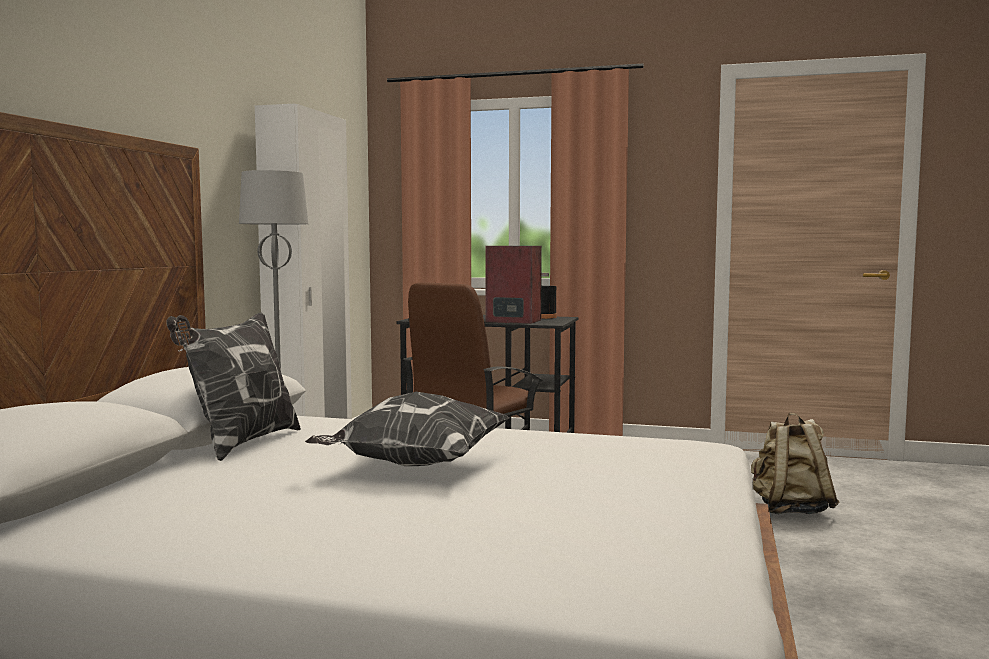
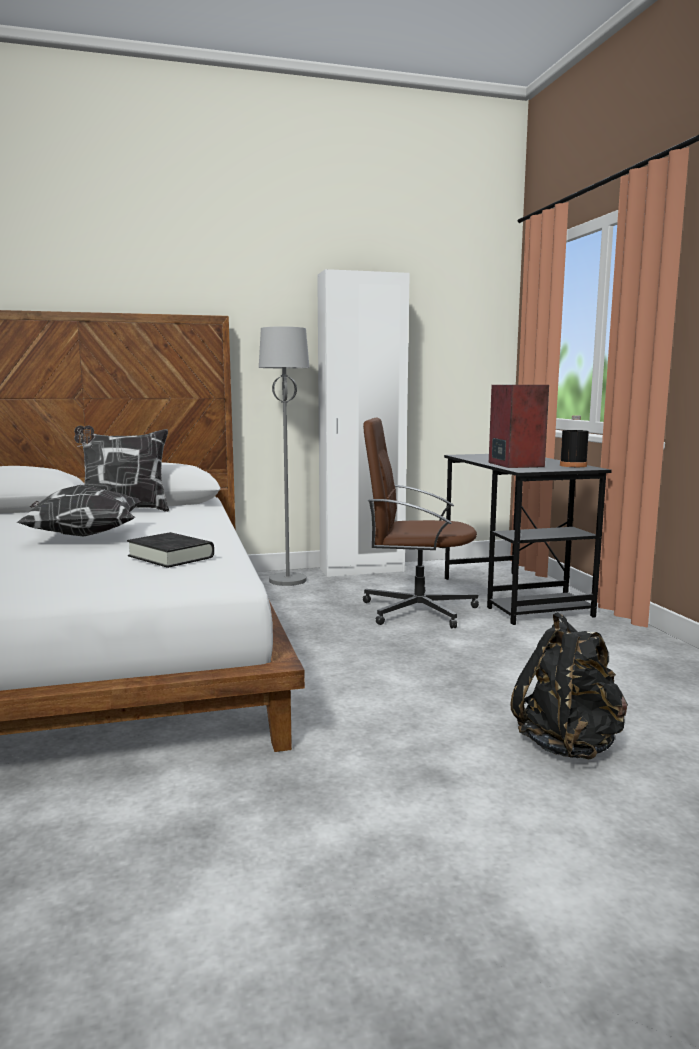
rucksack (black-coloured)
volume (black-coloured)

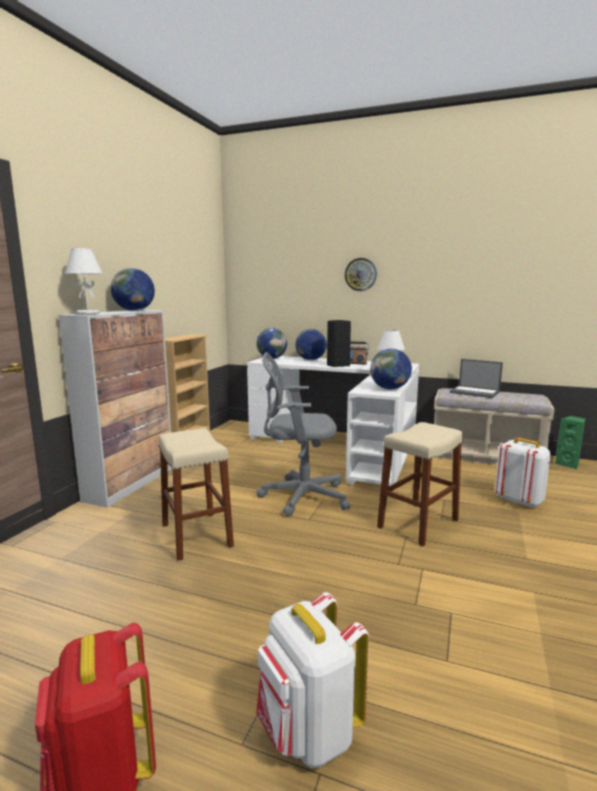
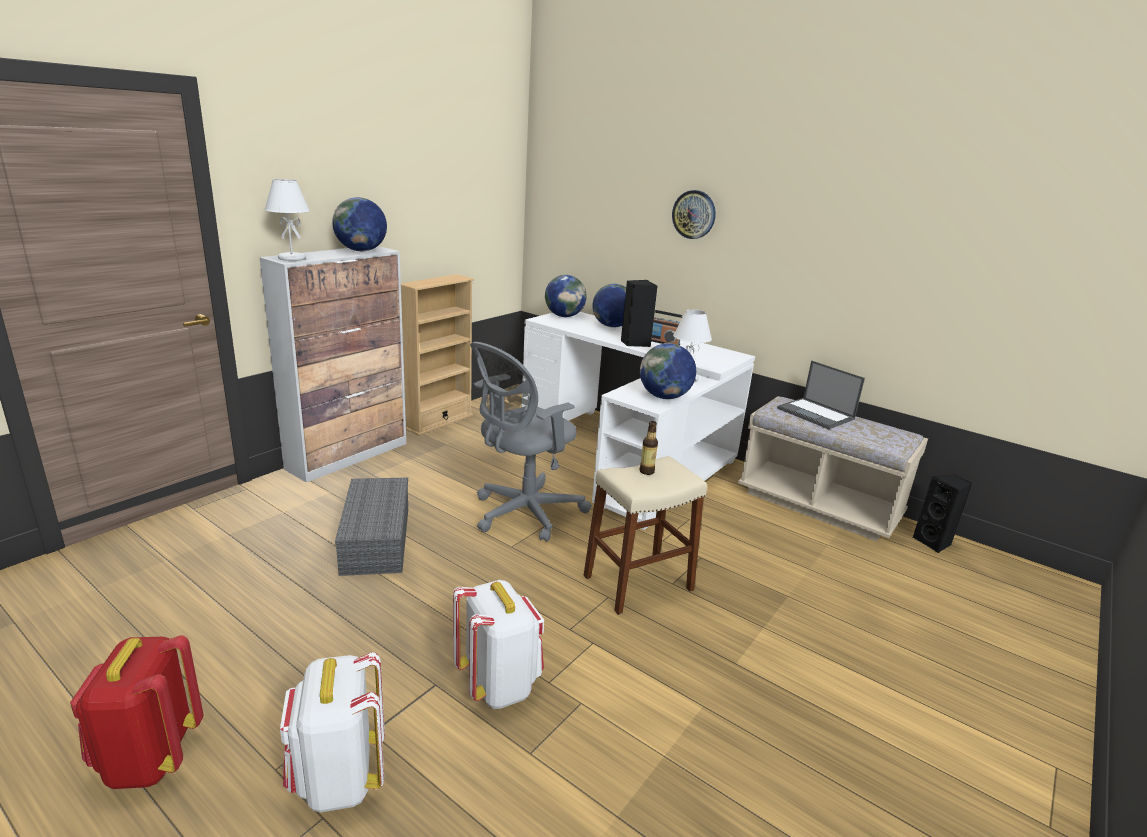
office chair (gray)
audio speaker (black-coloured) (no. 2 from left)
storage bin (gray)
rucksack (white) (no. 2 from left)
drink bottle

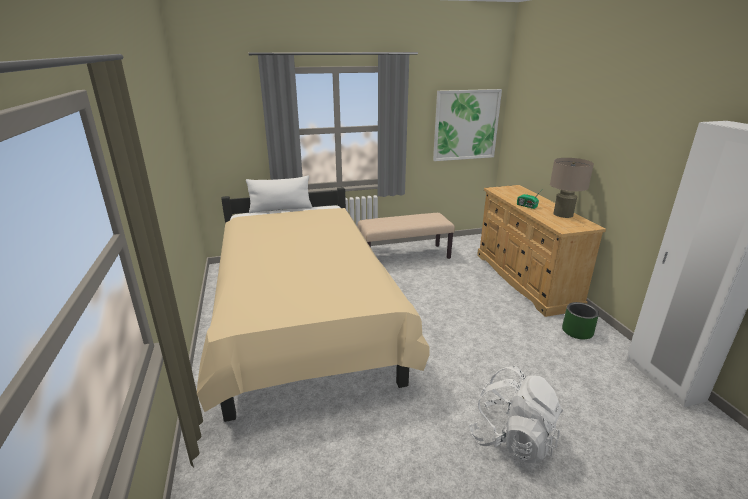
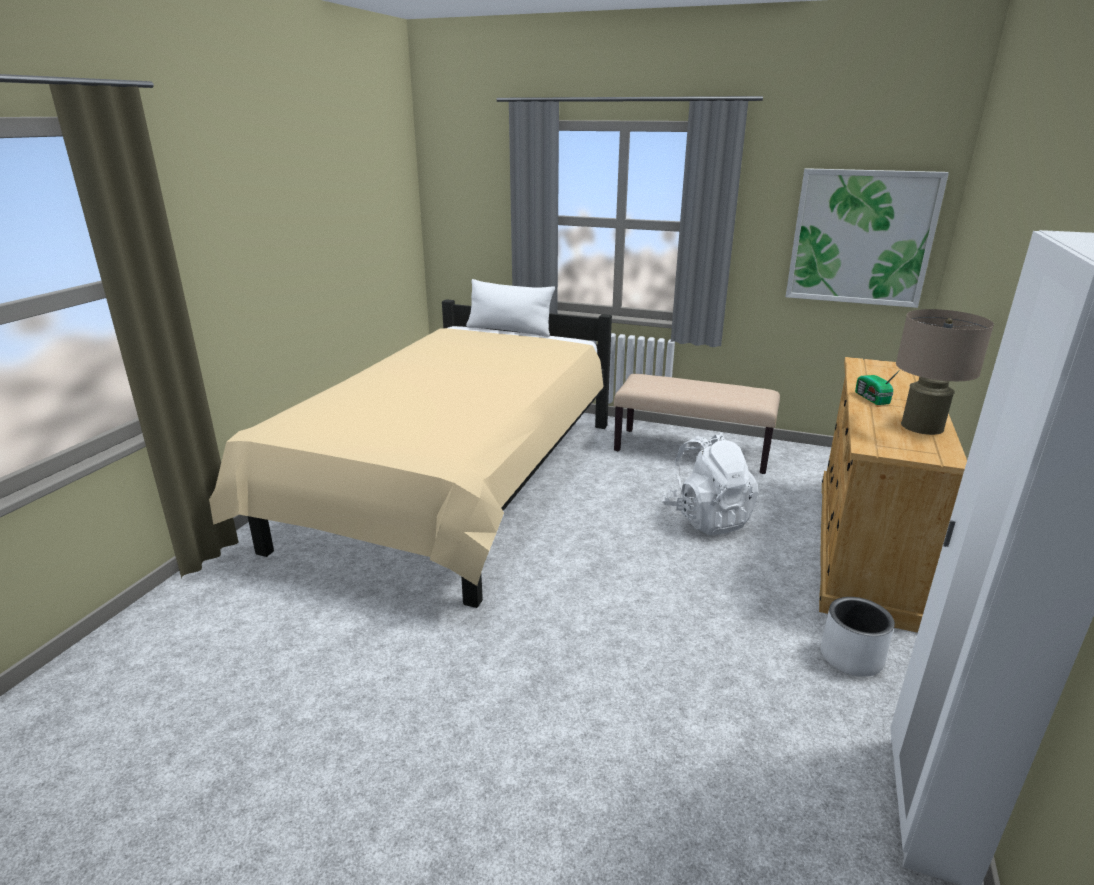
flower pot (white)
rucksack (white)

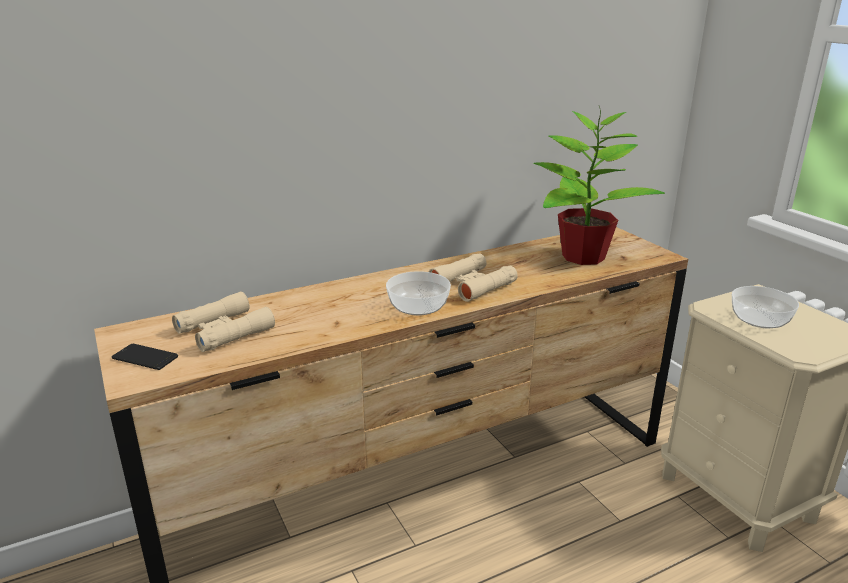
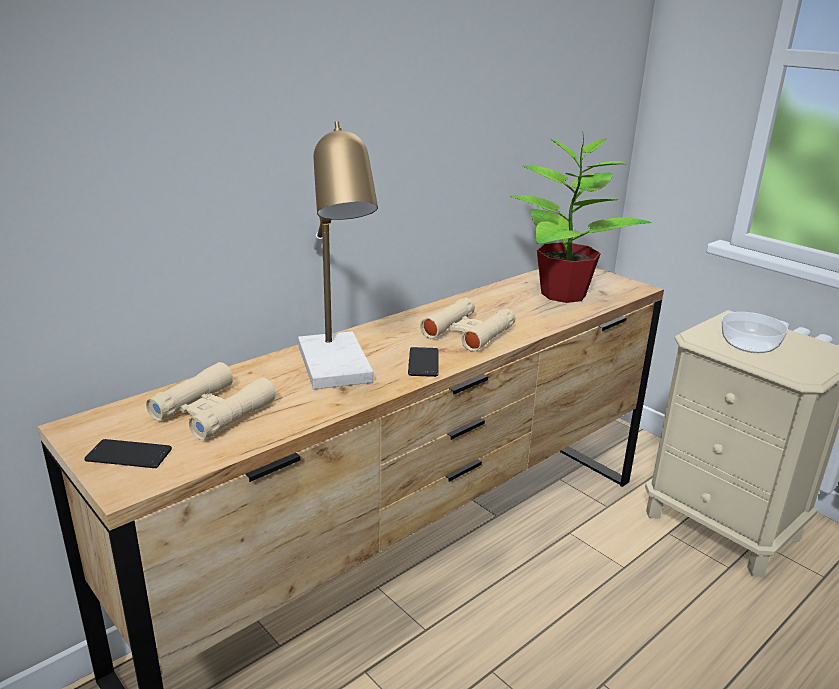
handset (no. 2 from left)
table lamp

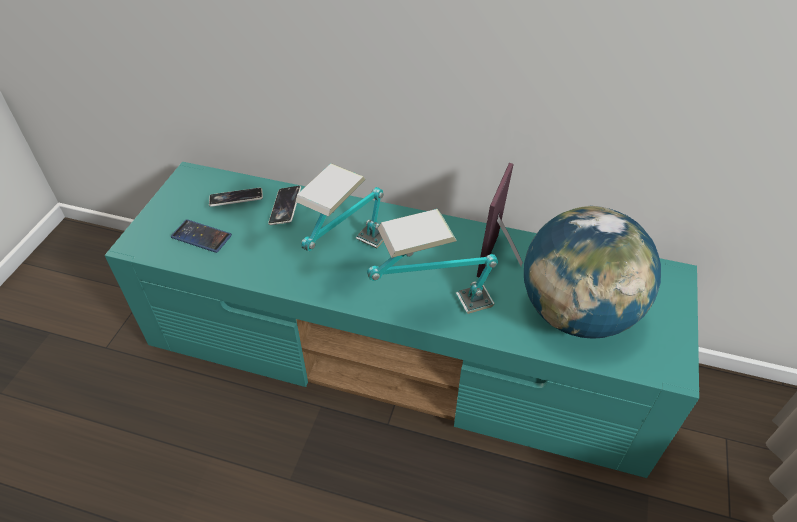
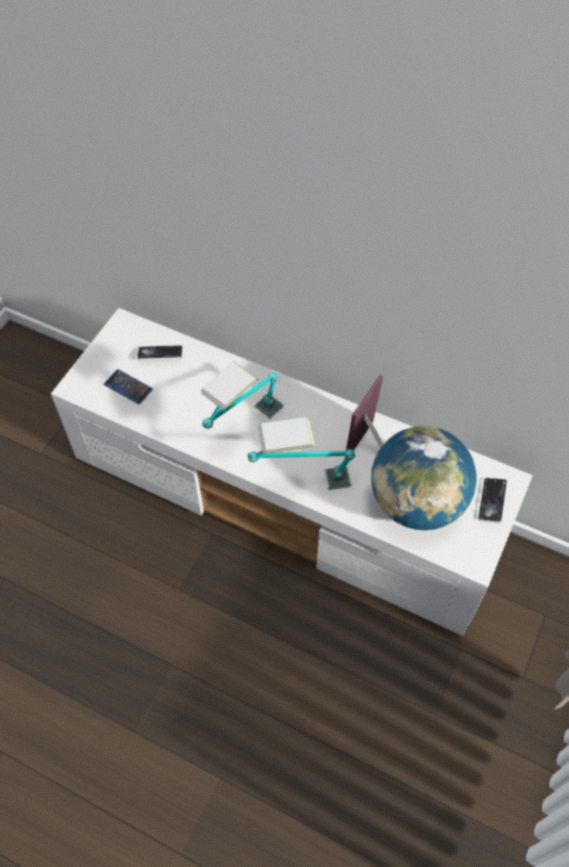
tv stand (white)
handset (no. 3 from left)

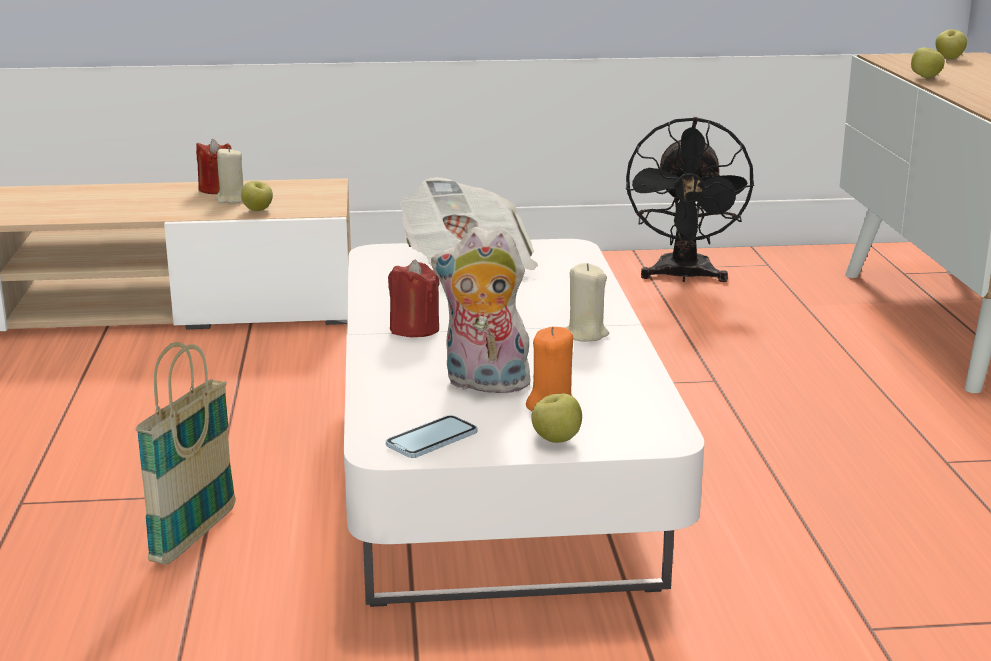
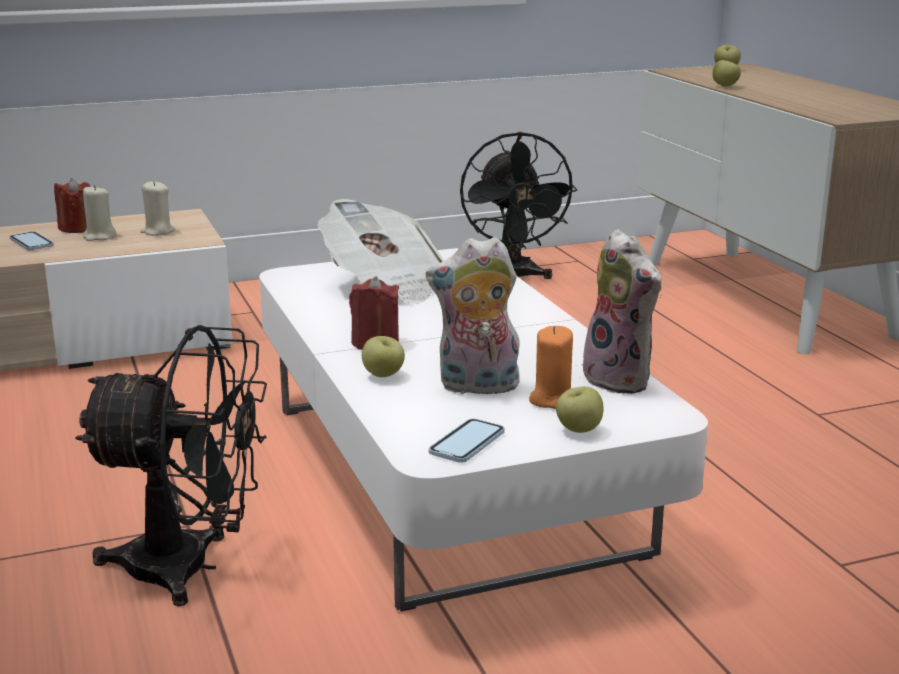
apple (no. 1 from left)
candle (sand-coloured) (no. 2 from left)
fan (black-coloured) (no. 1 from left)
plush toy (no. 2 from left)
handset (no. 1 from left)

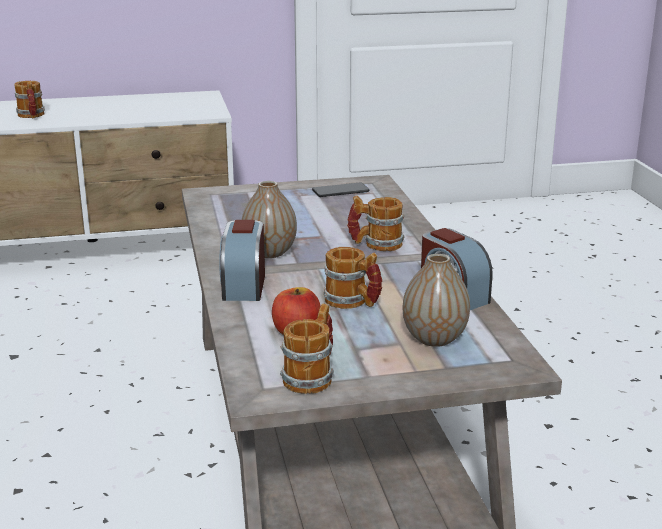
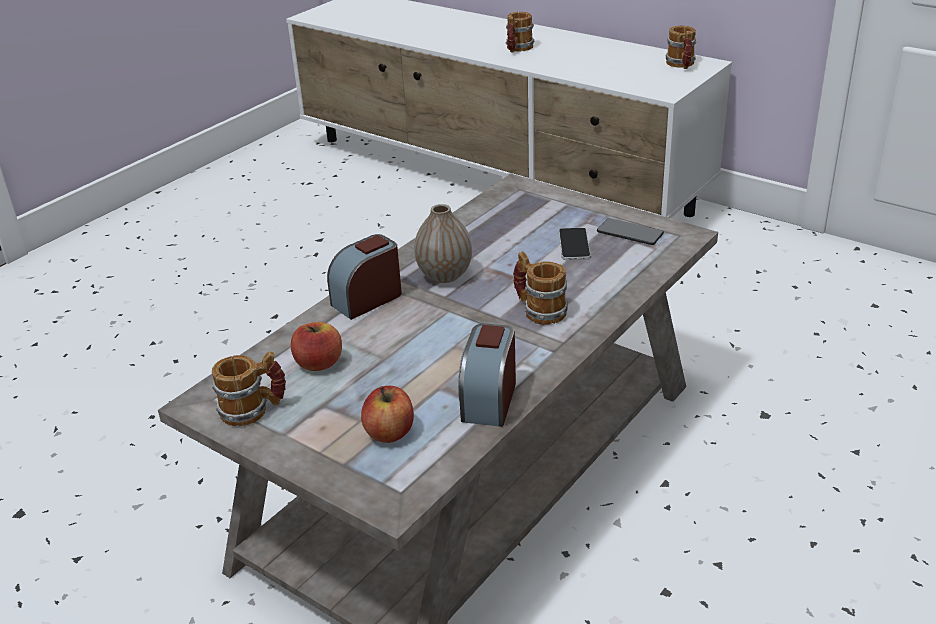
mug (no. 4 from left)
apple (no. 2 from left)
handset (no. 1 from left)

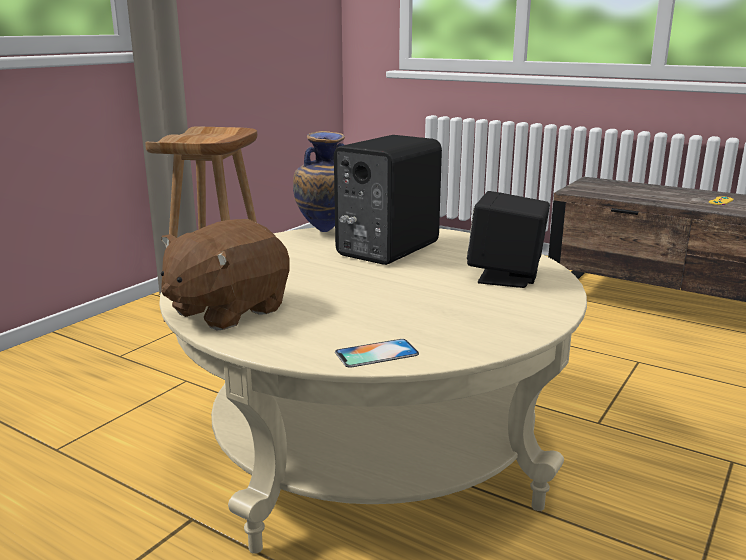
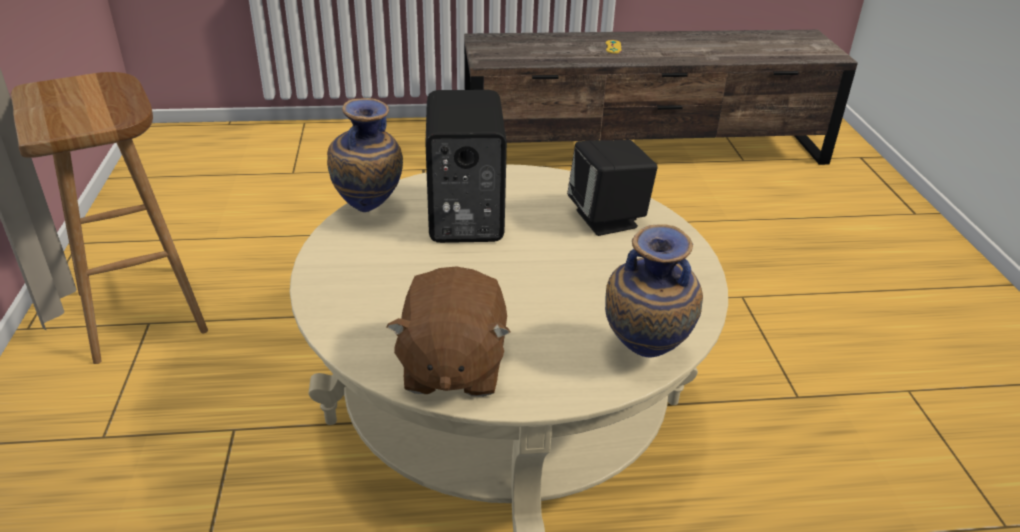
decorative vase (no. 2 from left)

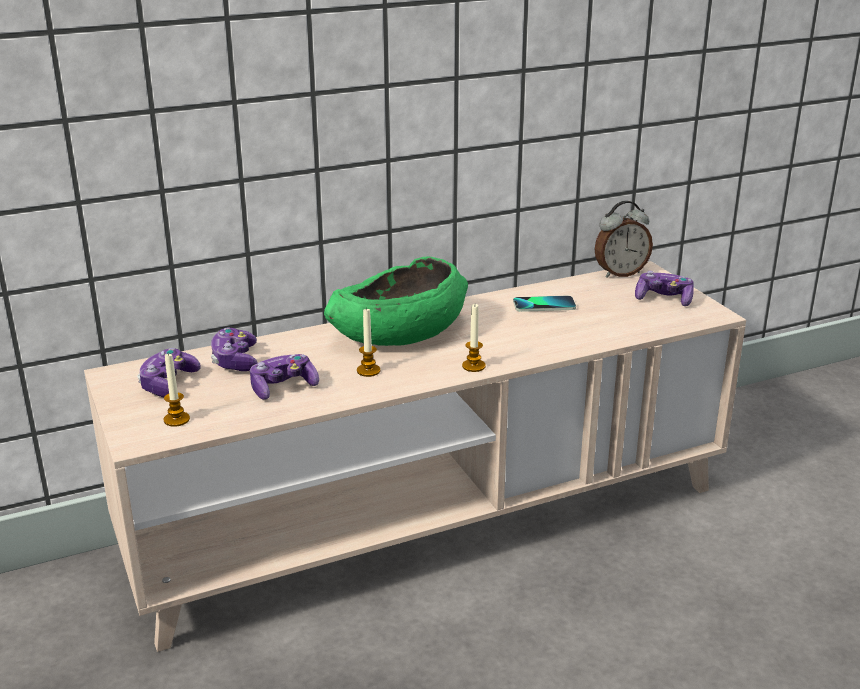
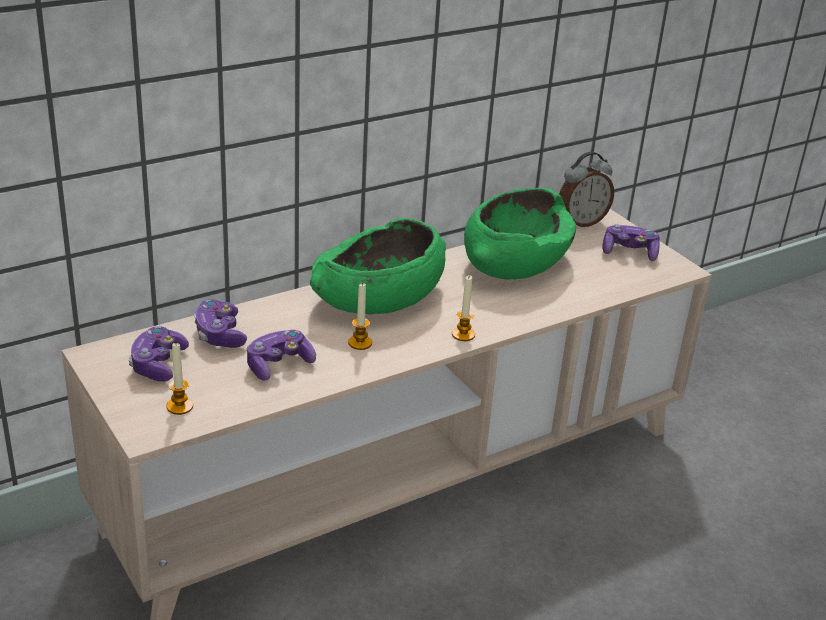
bowl (green) (no. 2 from left)

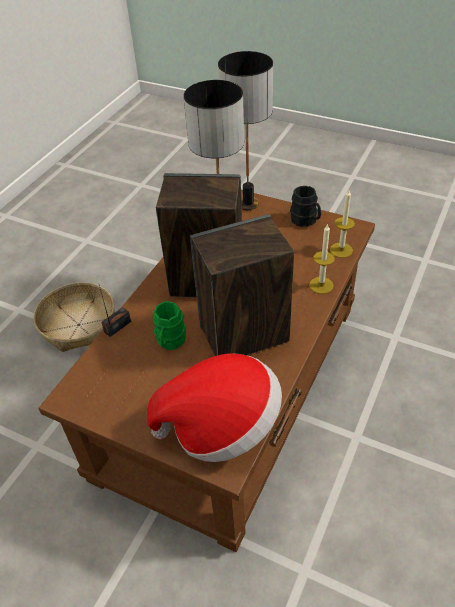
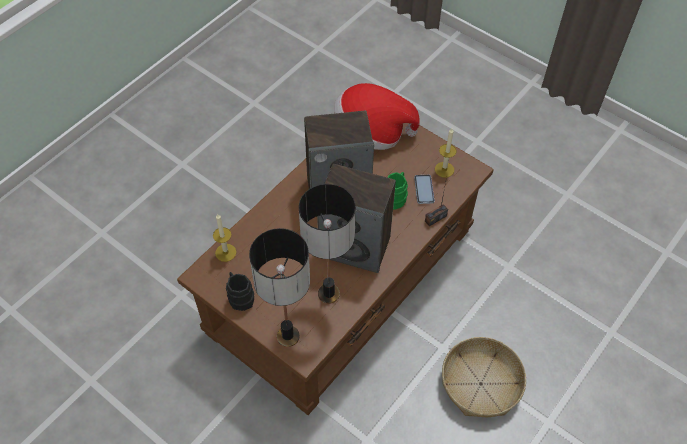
candle (no. 2 from left)
handset

